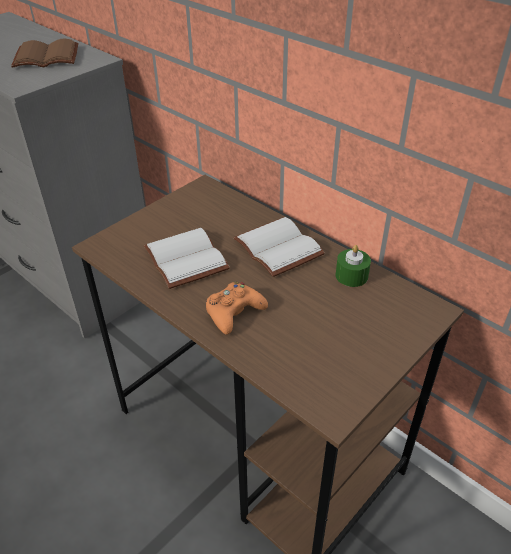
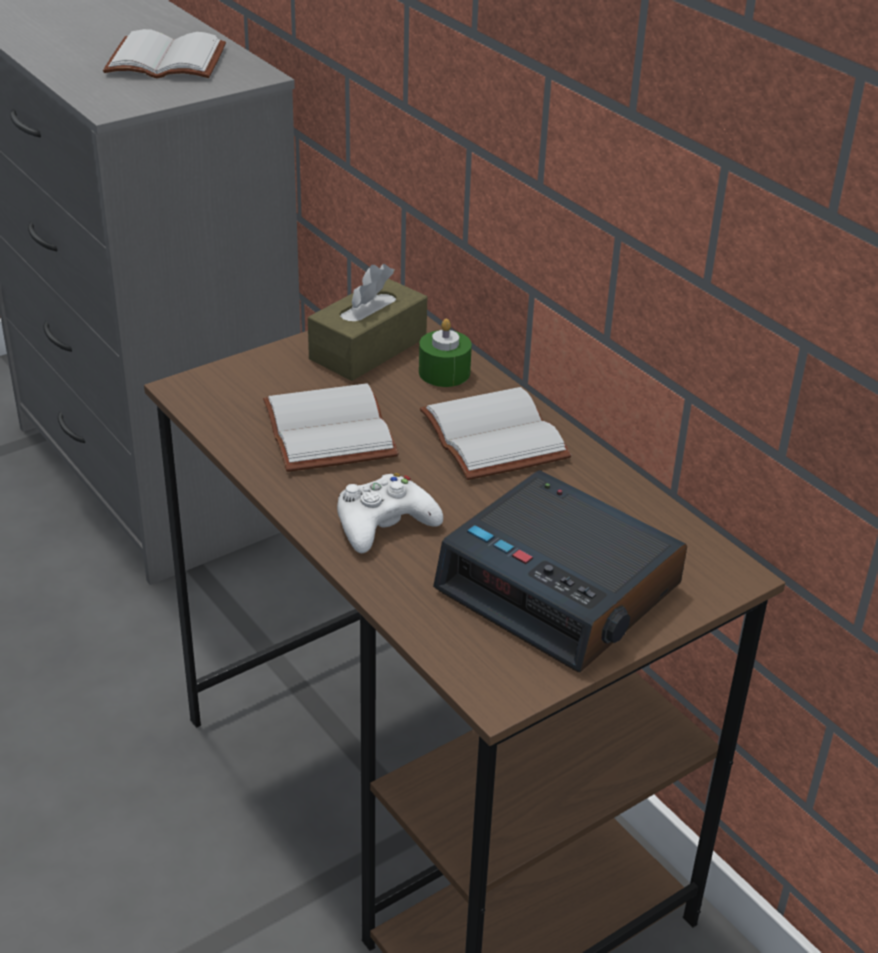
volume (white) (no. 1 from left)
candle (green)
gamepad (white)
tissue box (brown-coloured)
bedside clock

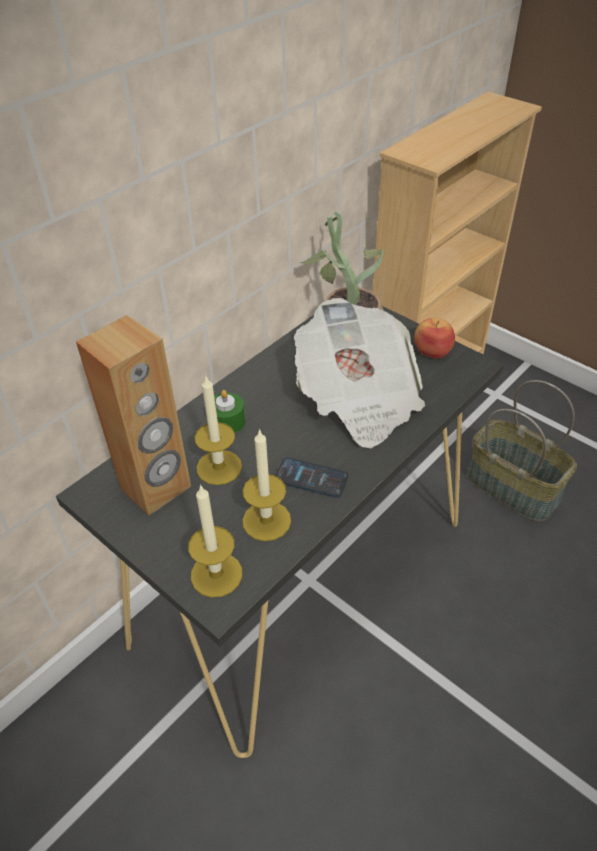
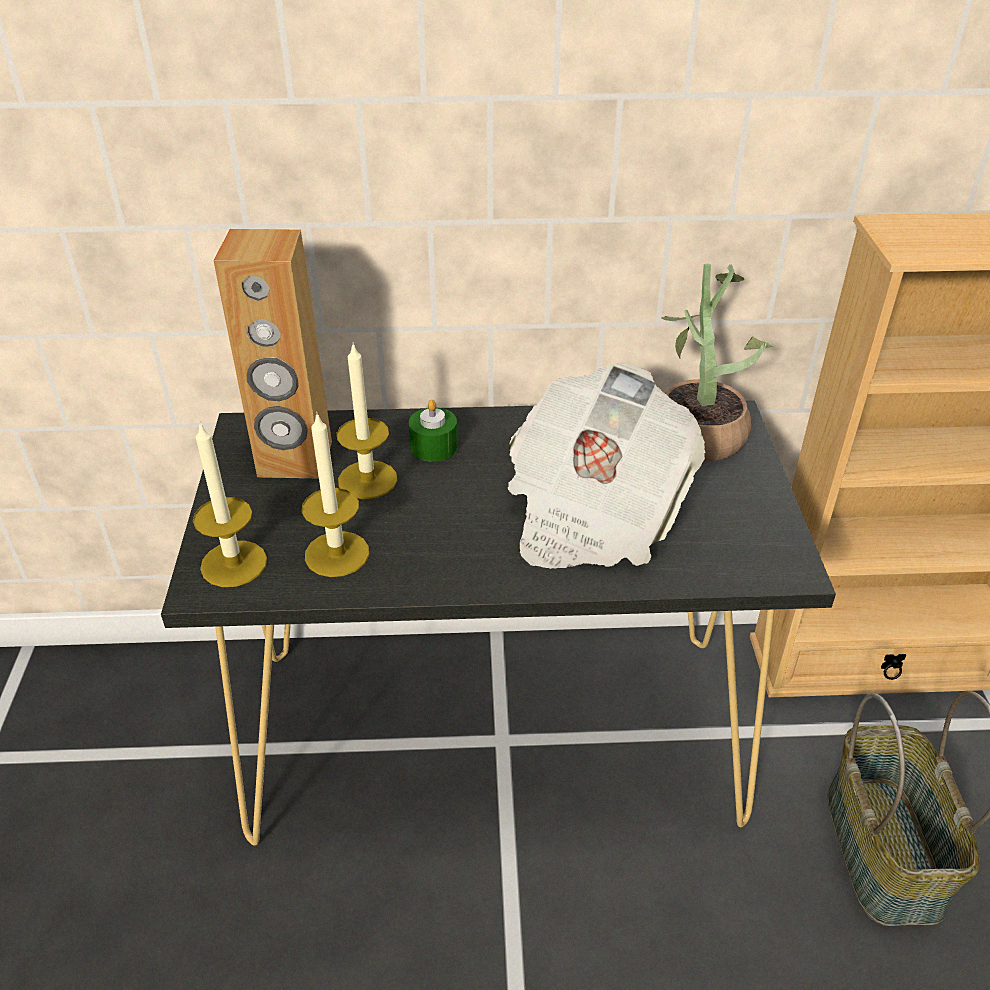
apple
handset

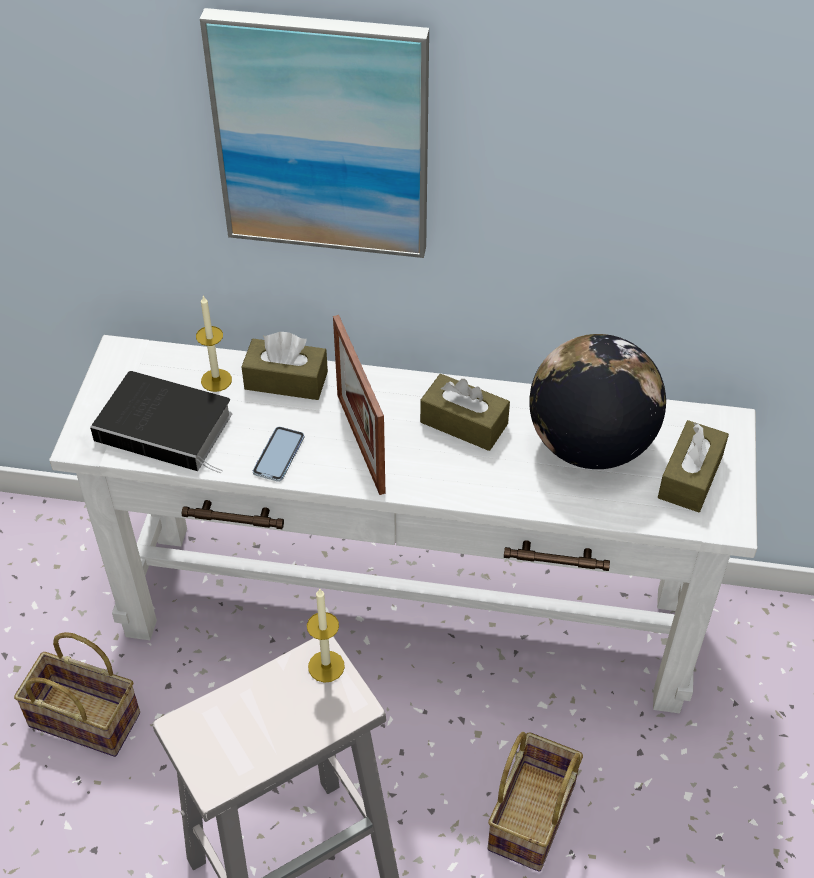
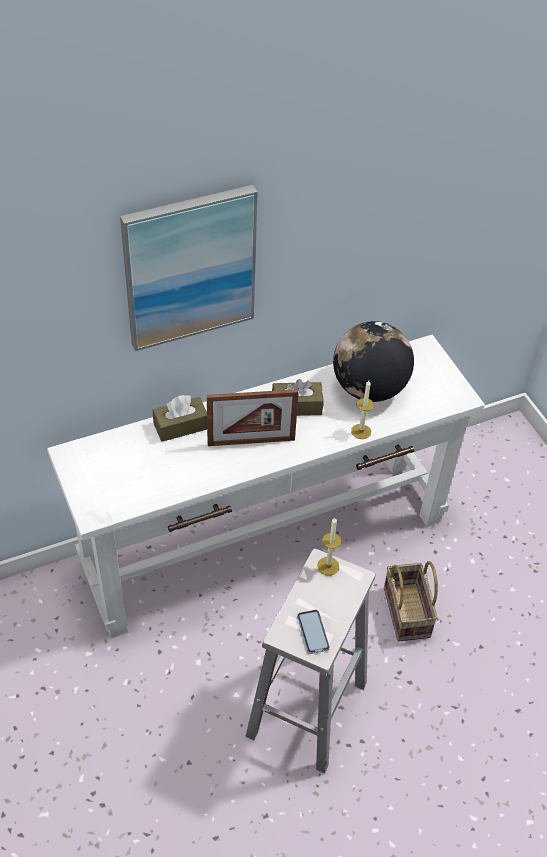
candle (no. 2 from left)
picture frame
volume
tissue box (brown-coloured) (no. 3 from left in the first image)
handset
basket (no. 1 from left in the first image)

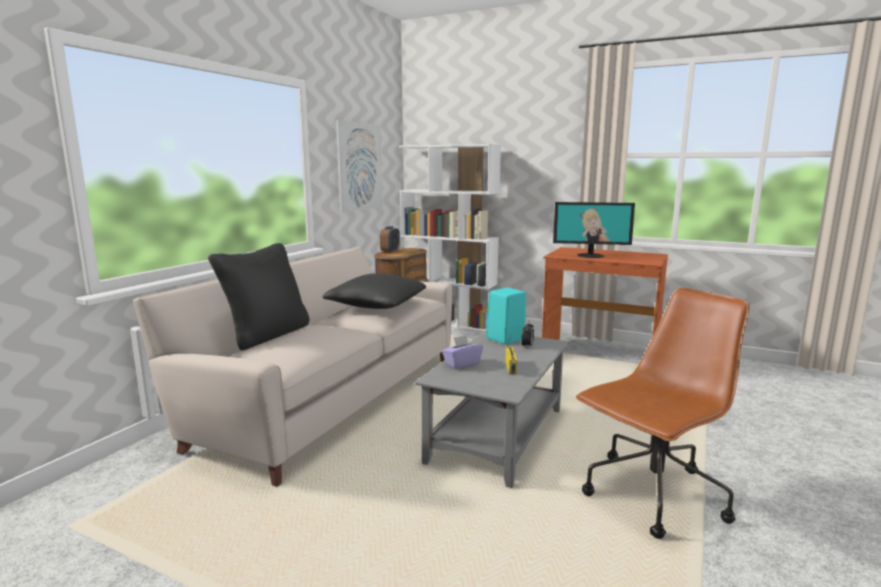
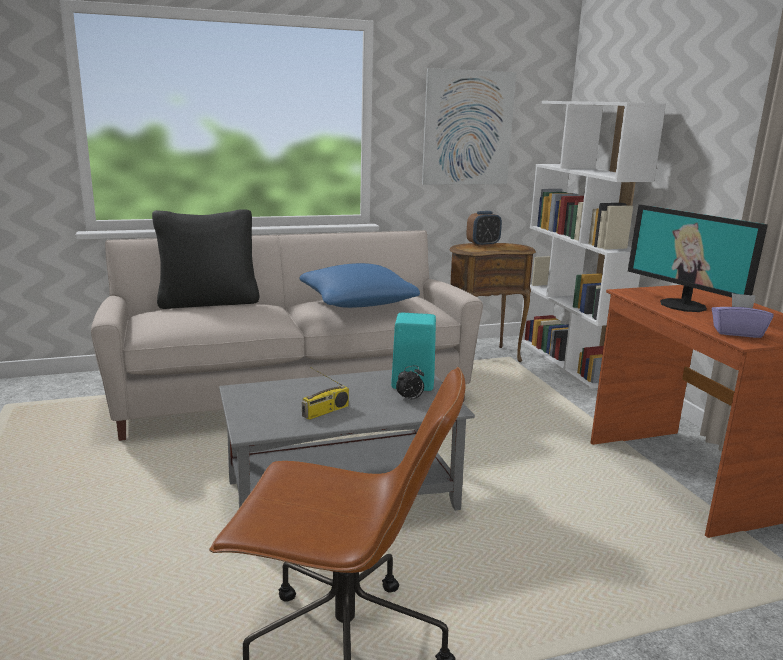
throw pillow (bluish)
tissue box (purple-coloured)

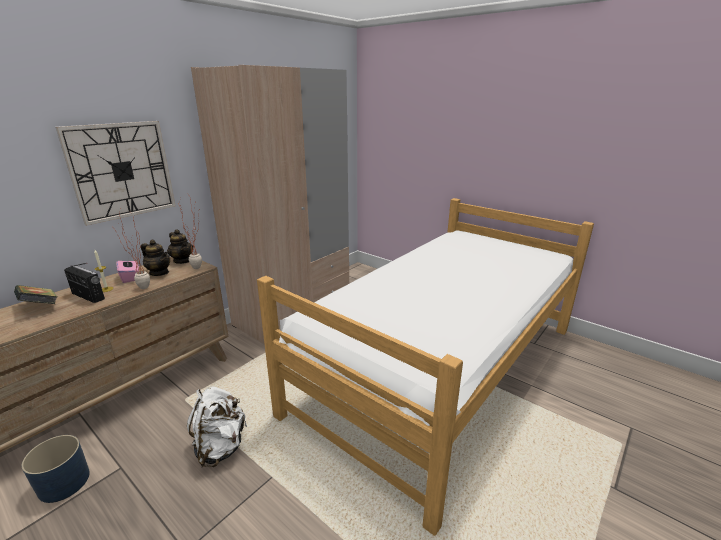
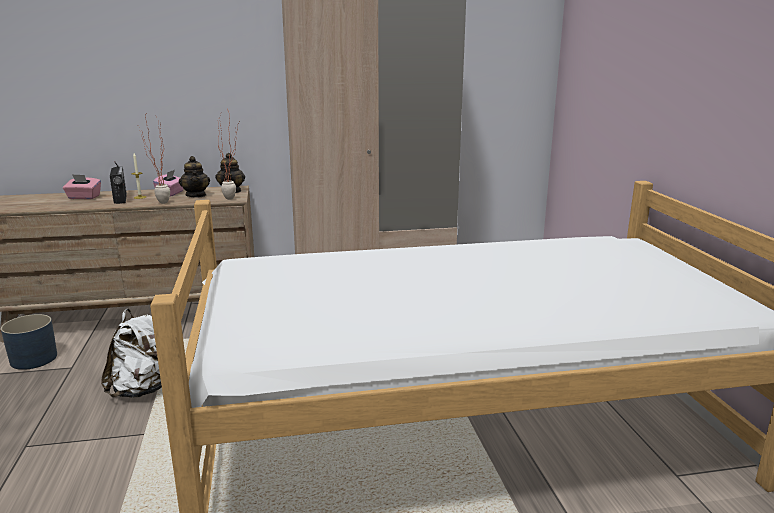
hanging clock
tissue box (pinkish) (no. 1 from left)

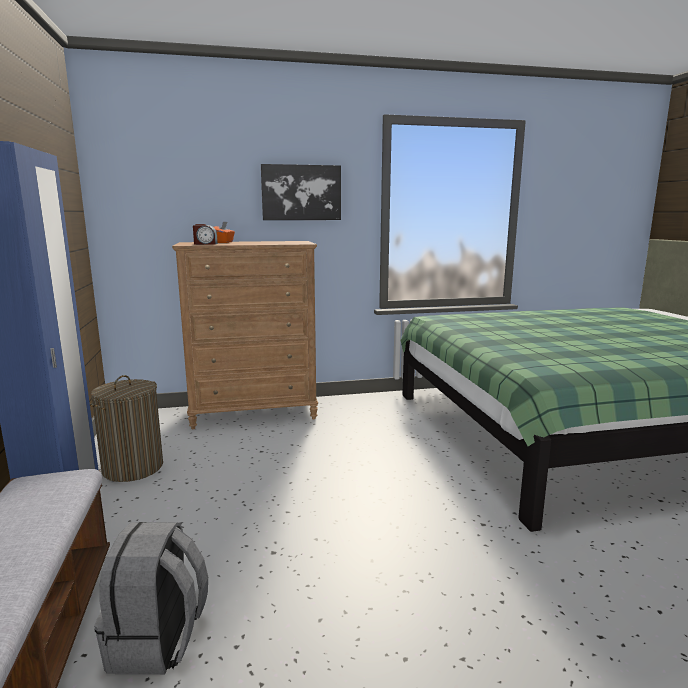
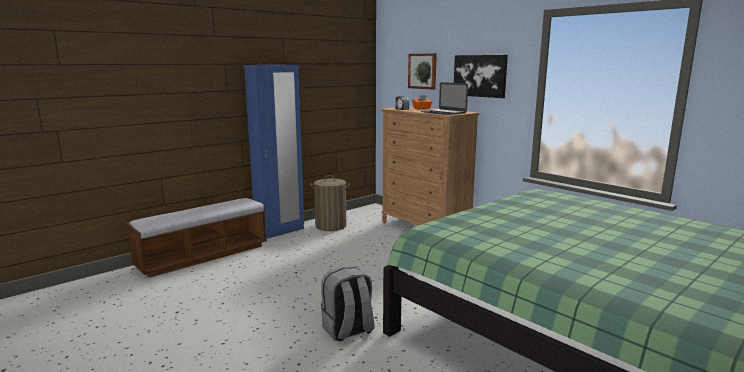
rucksack (gray)
wall art (no. 1 from left)
laptop

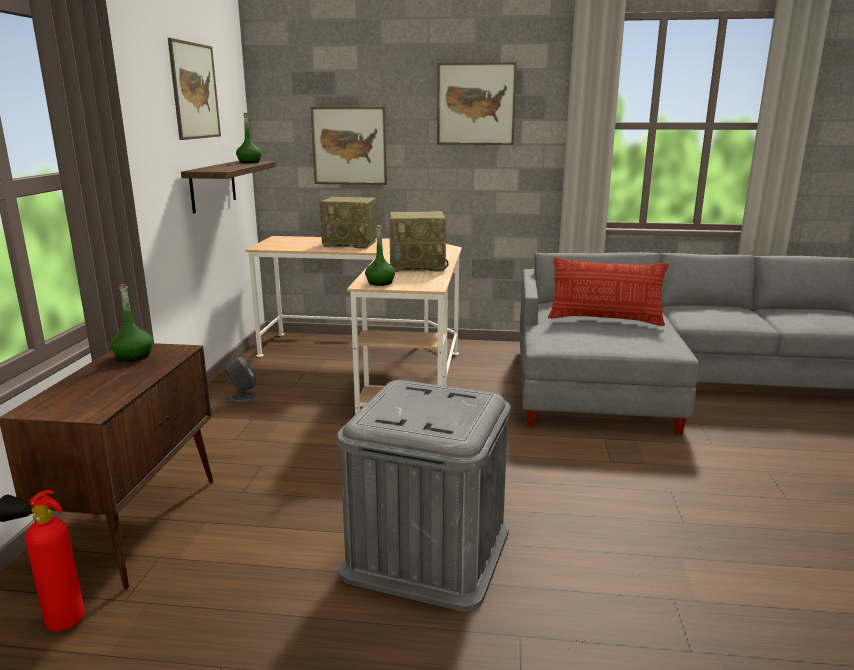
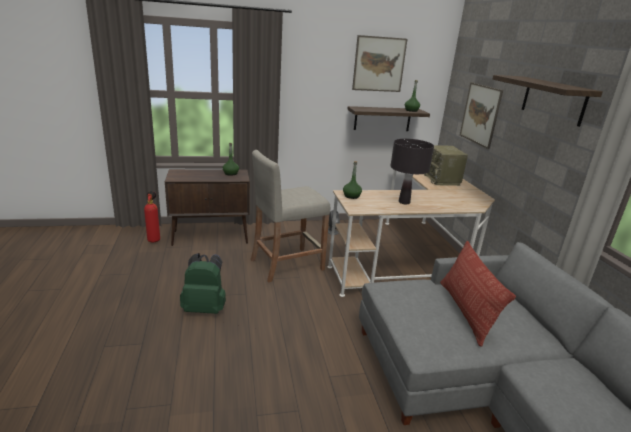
wall shelf (no. 2 from left)
table lamp (black-coloured)
rucksack (green)
stool (sand-coloured)

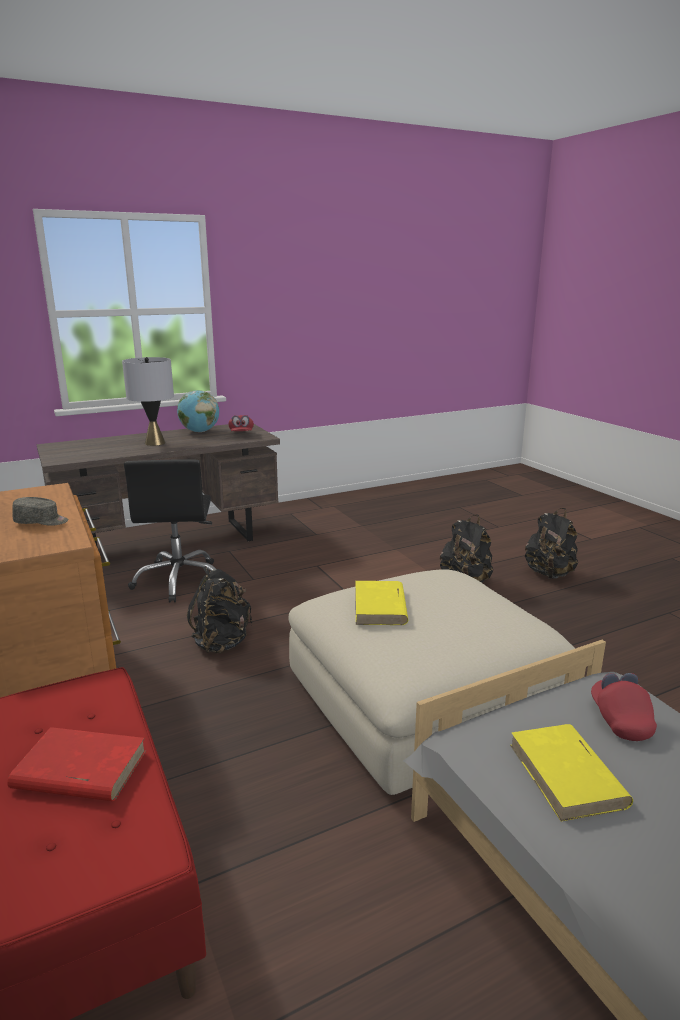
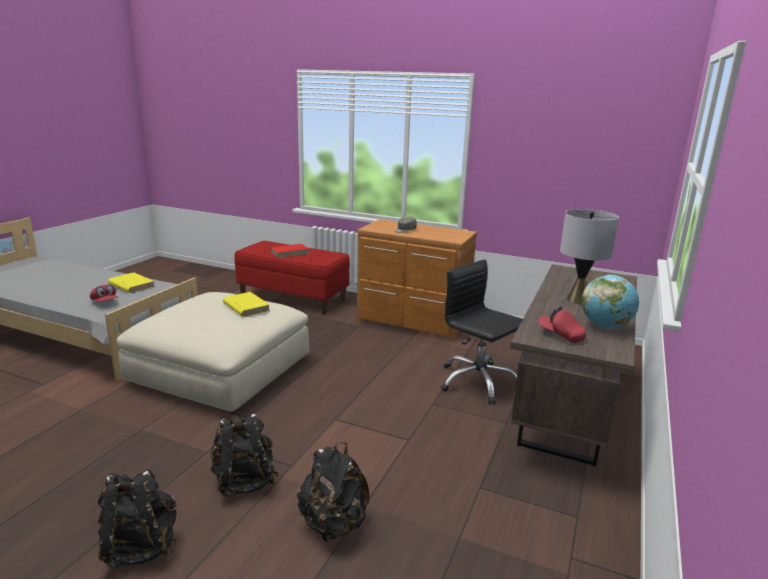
rucksack (black-coloured) (no. 3 from left)

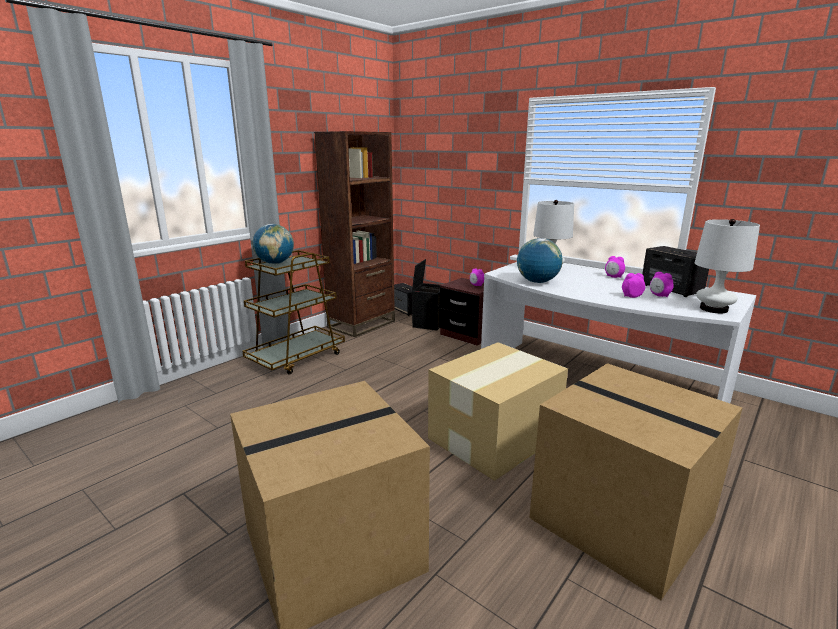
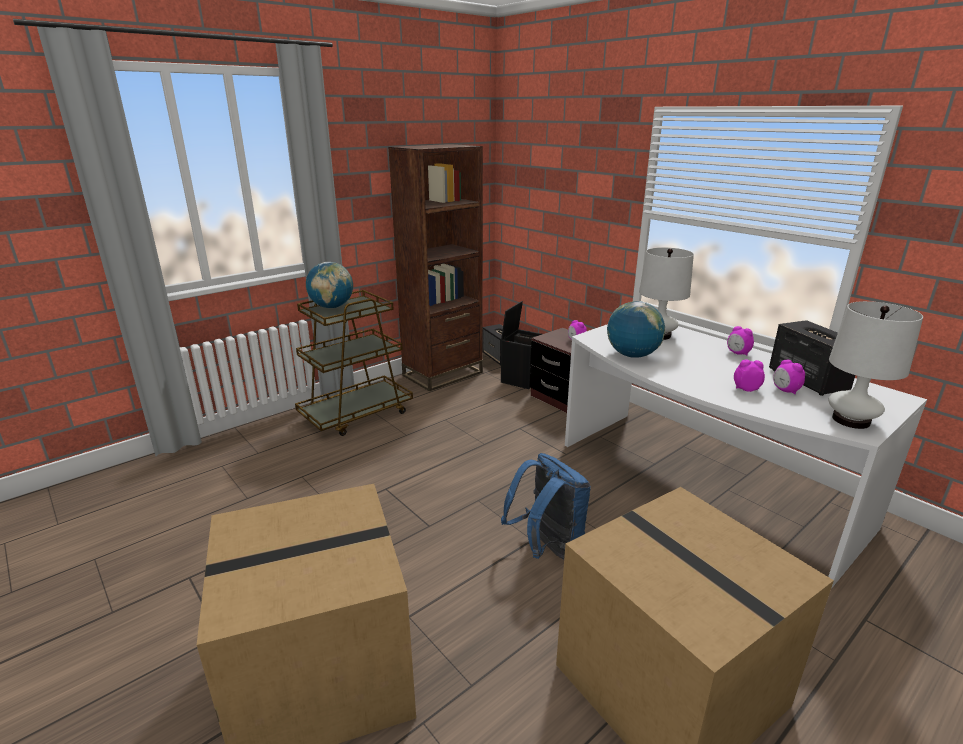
rucksack (bluish)

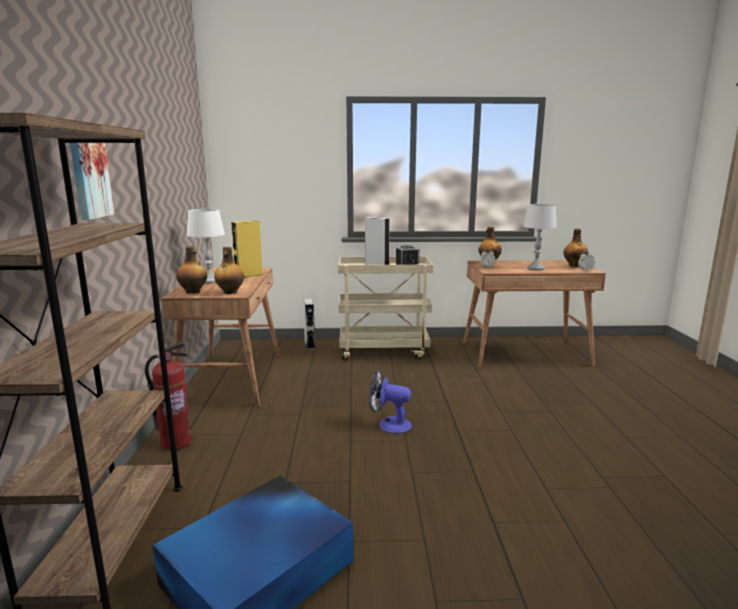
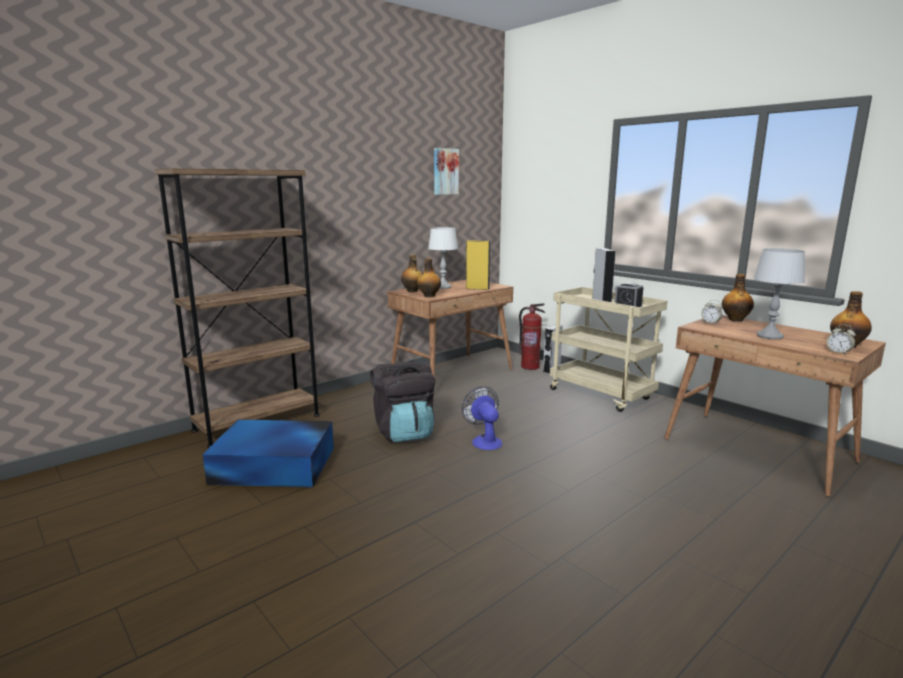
wall art
fire-fighting cylinder
rucksack (black-coloured)

